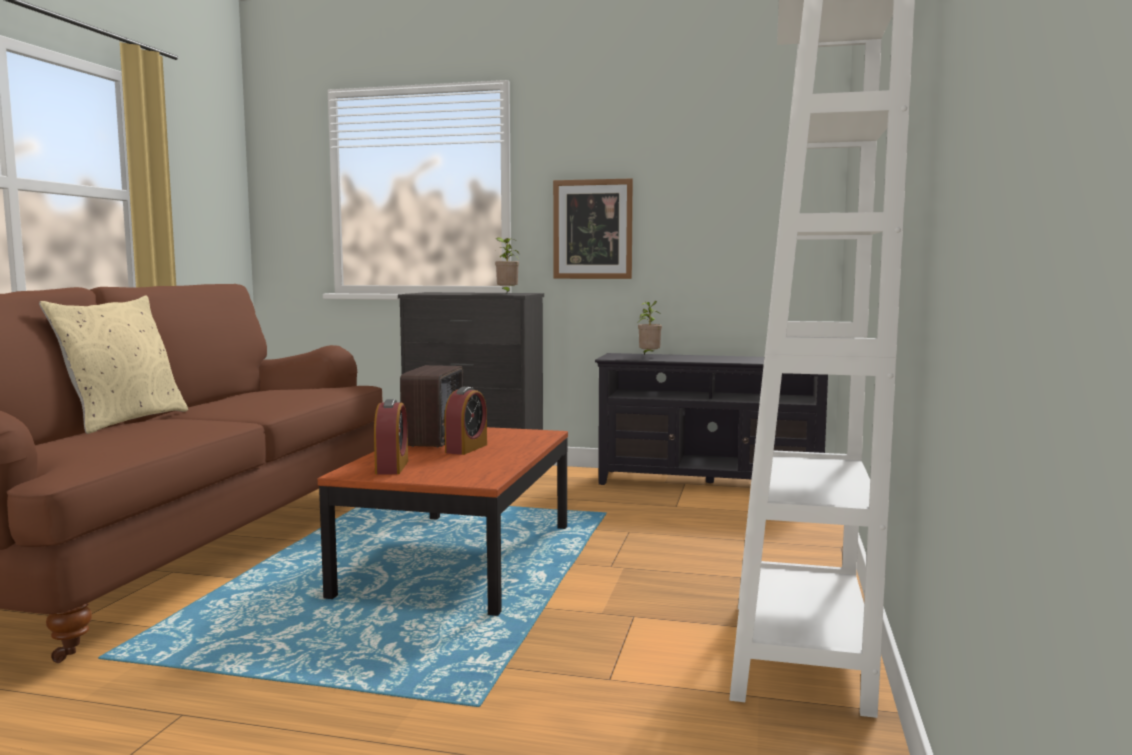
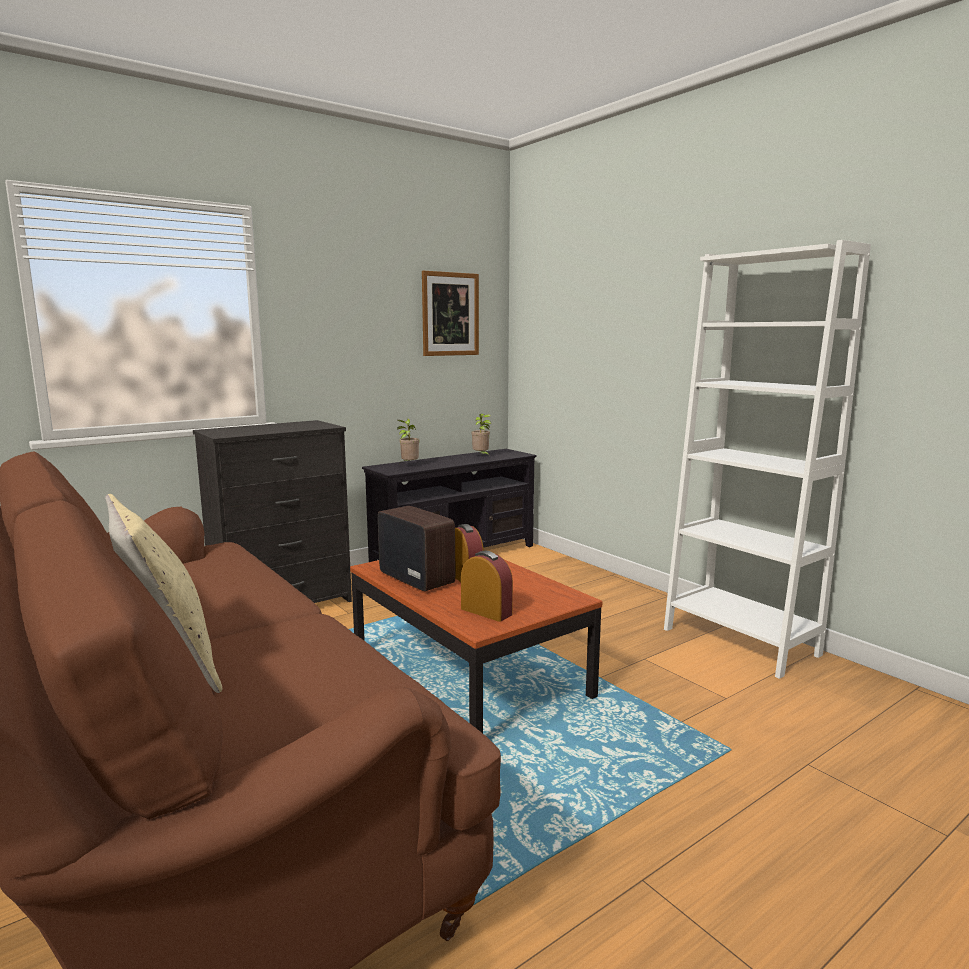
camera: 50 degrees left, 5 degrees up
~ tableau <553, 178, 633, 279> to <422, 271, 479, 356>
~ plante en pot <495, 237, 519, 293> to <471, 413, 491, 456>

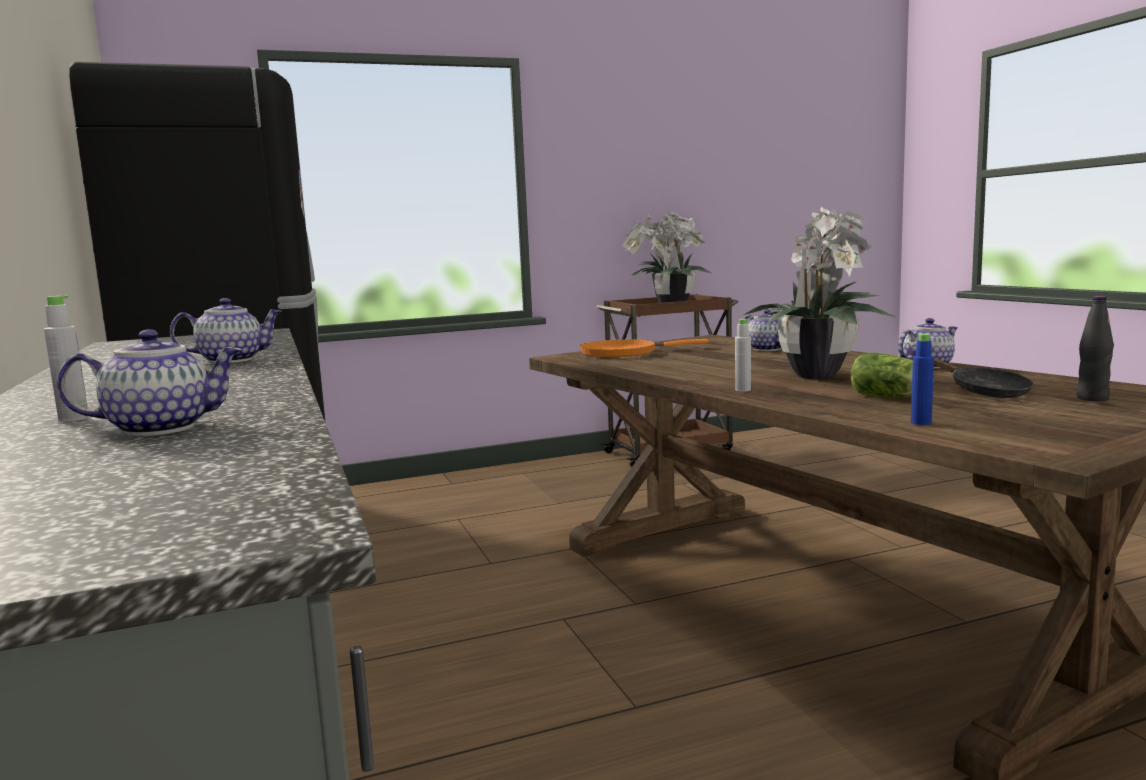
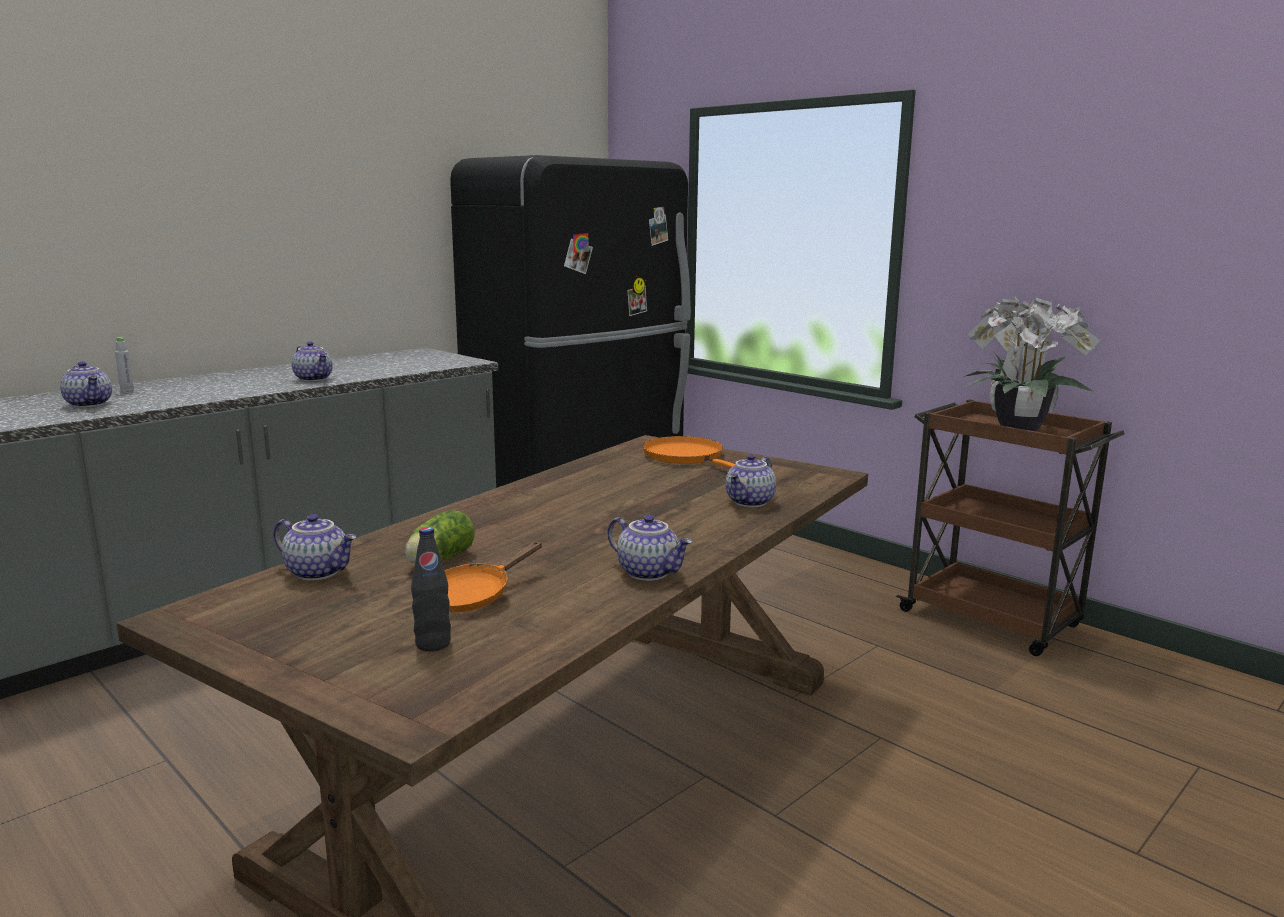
camera: 65 degrees right, 5 degrees up
- plante en pot <744, 206, 895, 379>
- bouteille (gris) <735, 319, 751, 392>
~ bouteille (bleu) <911, 333, 934, 425> to théière <274, 514, 356, 580>
~ poêle (noir) <934, 357, 1034, 398> to poêle (orange) <445, 541, 542, 612>

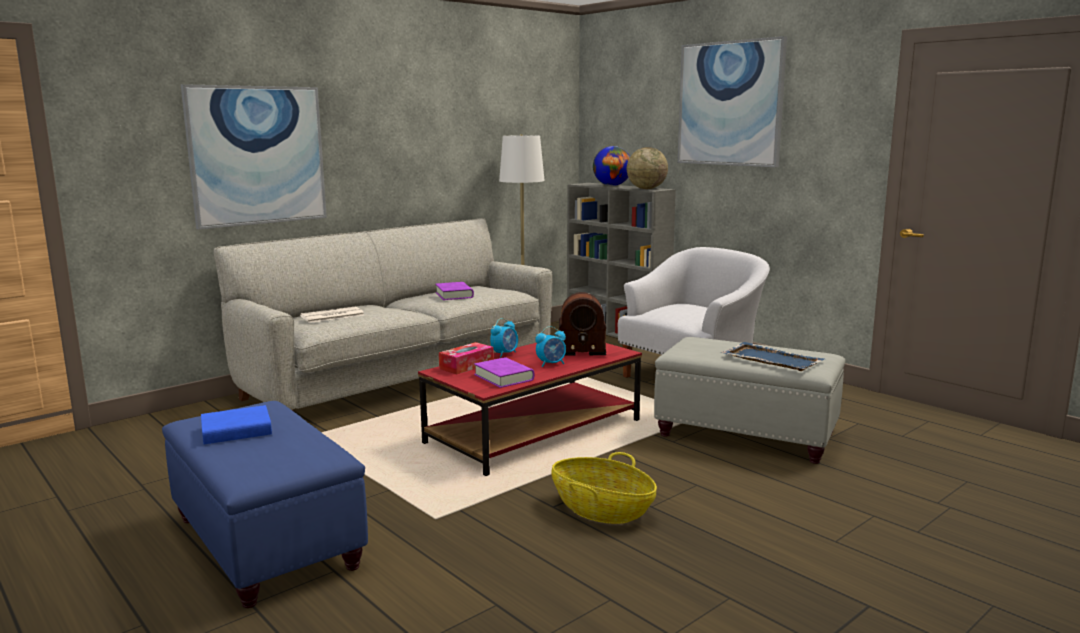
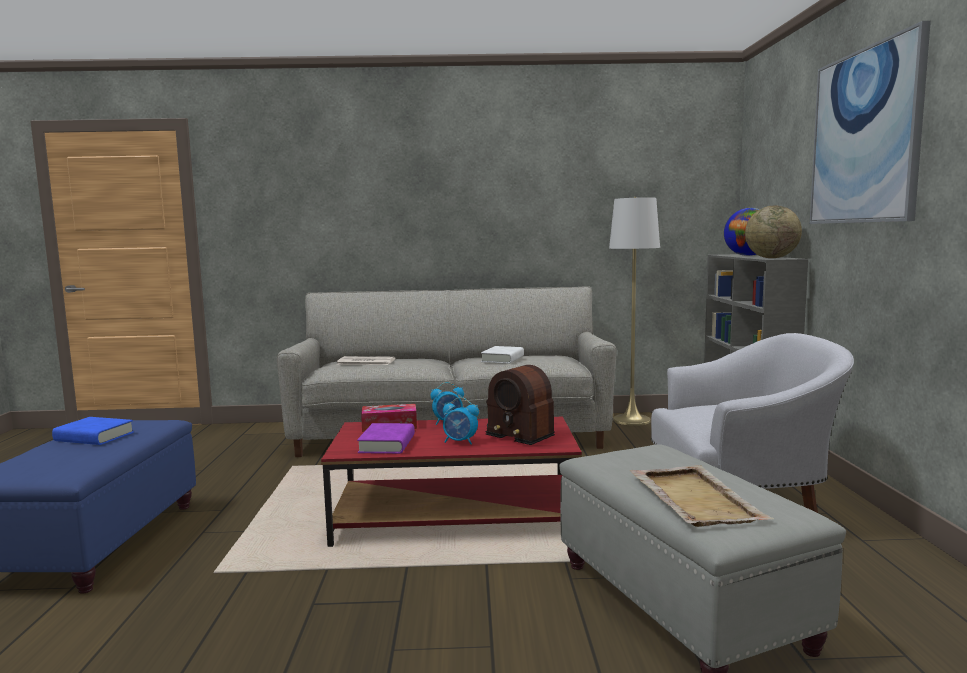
camera: 40 degrees right, 5 degrees down
- tableau <181, 84, 327, 230>
~ livre (violet) <435, 282, 474, 300> to livre (blanc) <481, 346, 524, 364>
~ plateau (bleu) <721, 342, 825, 371> to plateau (beige) <630, 465, 774, 527>
- panier <551, 452, 657, 524>

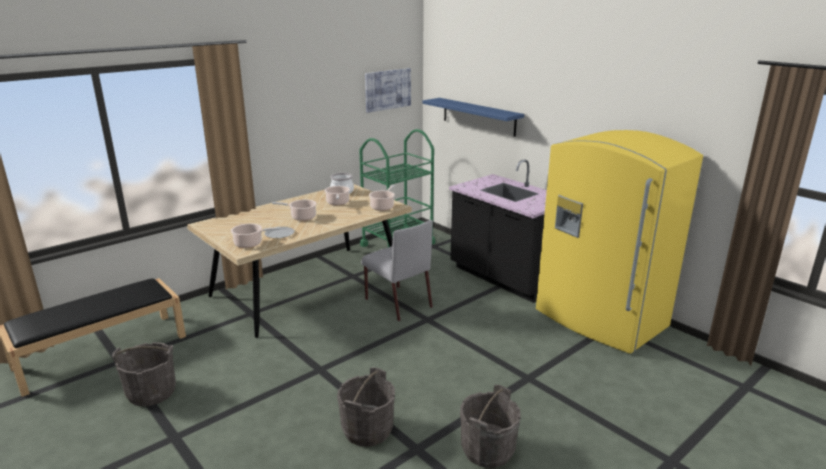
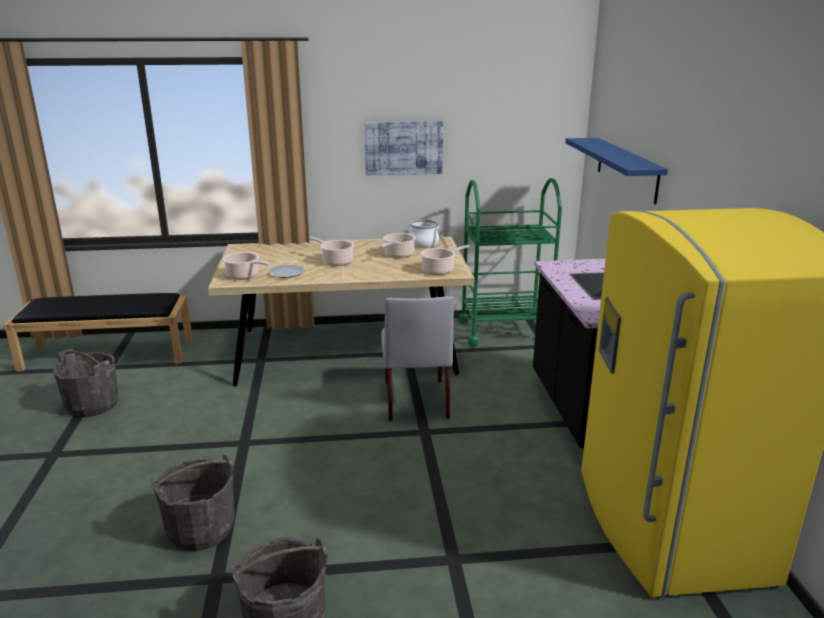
camera: 35 degrees right, 0 degrees up
~ tableau <365, 68, 411, 113> to <364, 121, 443, 175>

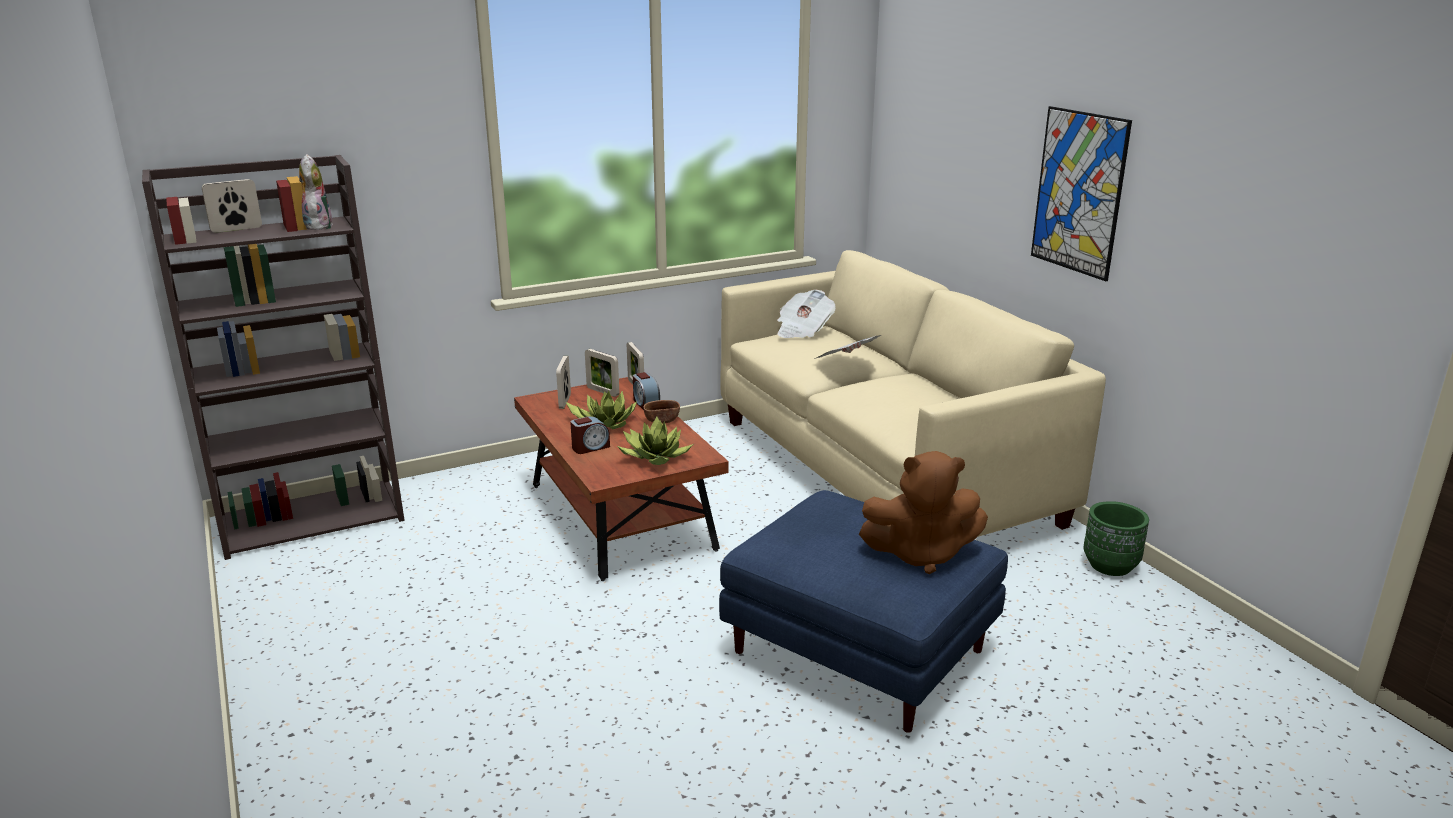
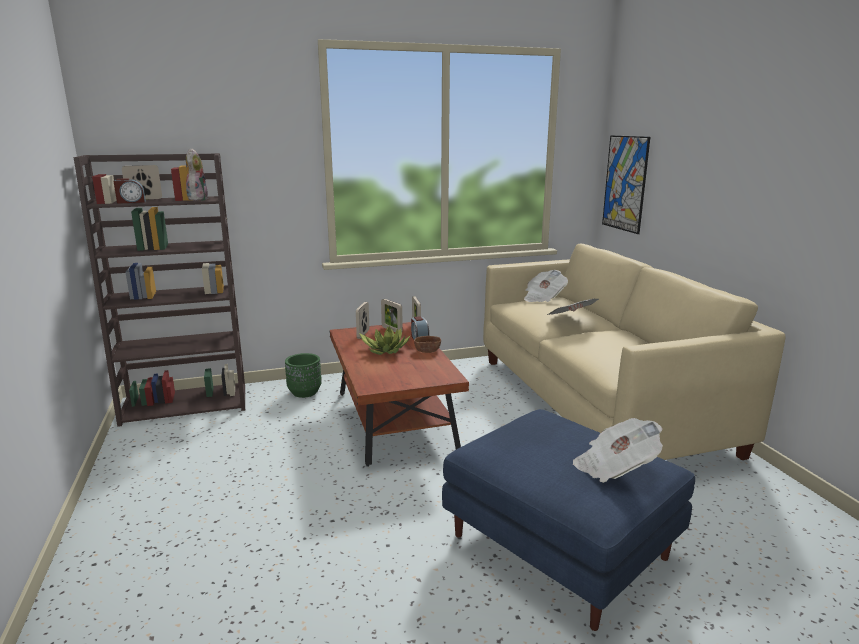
camera: 10 degrees right, 5 degrees down
~ tableau <1031, 106, 1132, 281> to <602, 135, 650, 234>
~ réveil <570, 416, 610, 454> to <113, 178, 146, 204>
- plante en pot <617, 417, 693, 465>
~ peluche (marron) <859, 451, 988, 574> to journal <573, 418, 663, 483>
~ cache-pot (vert) <1084, 501, 1149, 576> to <285, 353, 322, 398>

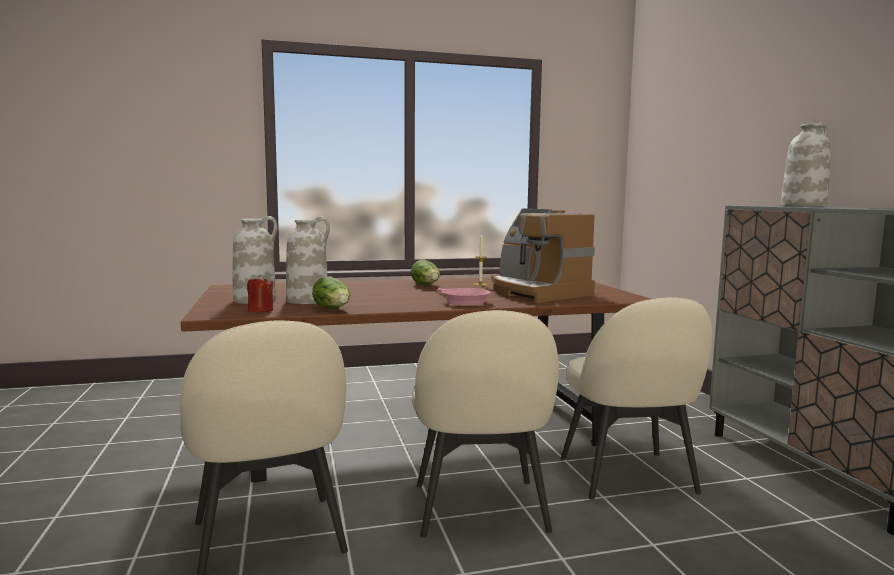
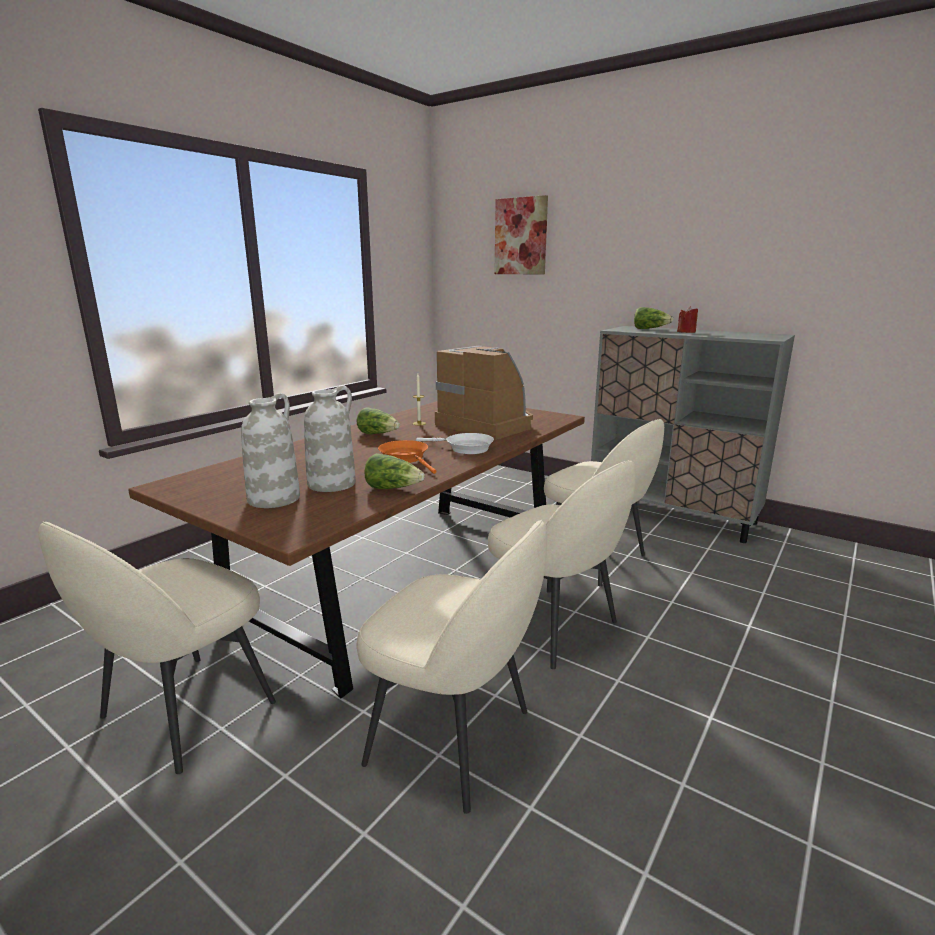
camera: 40 degrees left, 10 degrees up
~ vase (blanc) <781, 122, 831, 207> to laitue <634, 307, 674, 329>
~ machine à café <491, 208, 595, 303> = <435, 346, 533, 440> 150 degrees counterclockwise
~ bougie (rouge) <247, 275, 273, 312> to <677, 306, 698, 333>
~ poêle (rose) <438, 288, 491, 305> to poêle (blanc) <416, 433, 494, 454>
+ tableau <494, 195, 548, 274>
+ poêle (orange) <378, 440, 436, 474>
+ chaise (beige) <38, 521, 276, 774>

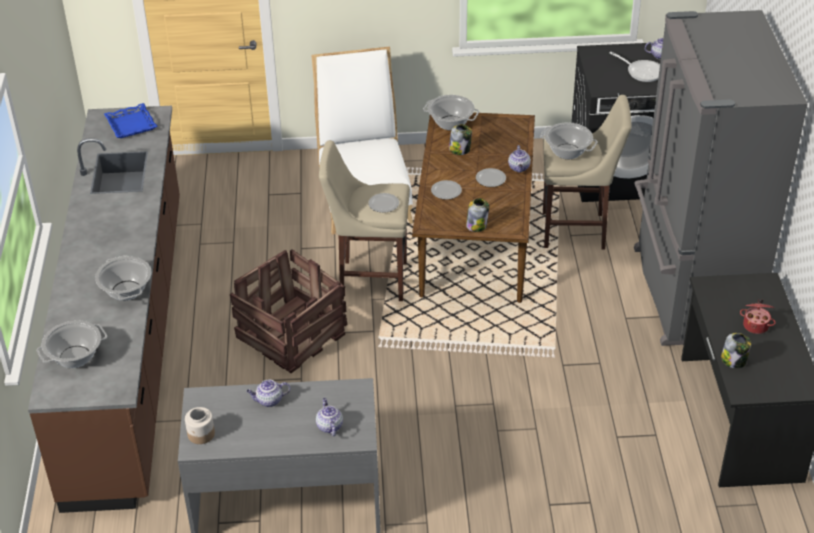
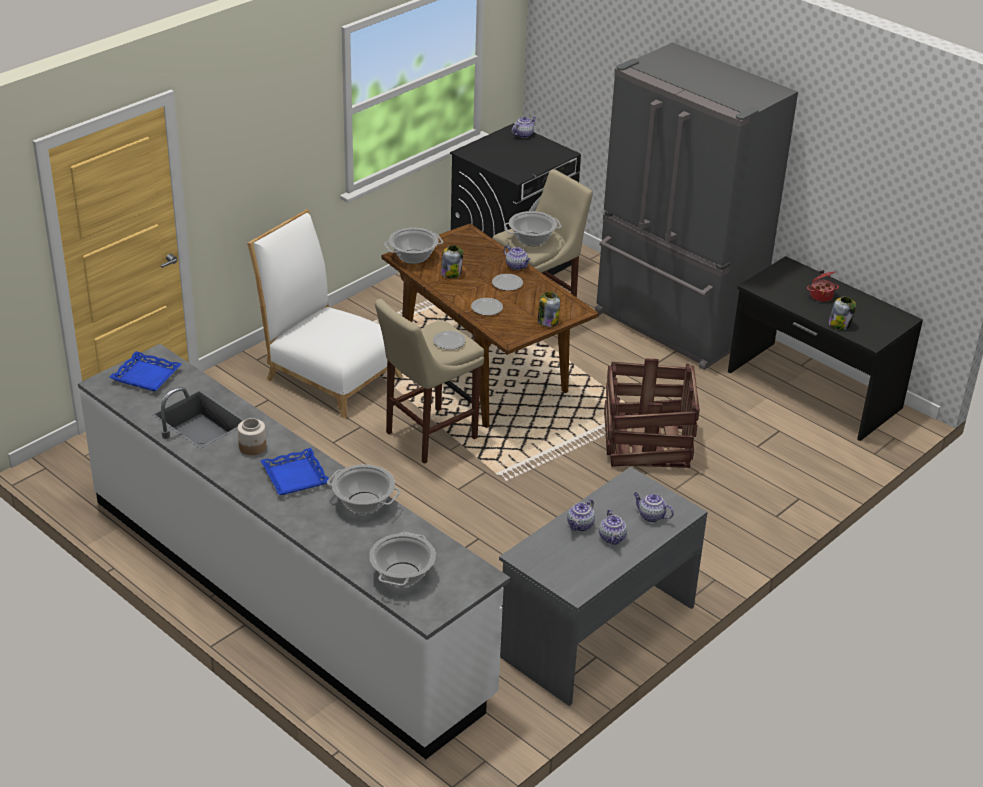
camera: 45 degrees left, 5 degrees down
- poêle <610, 52, 660, 82>
~ comptoir de cuisine (marron) <28, 106, 180, 513> to comptoir de cuisine (blanc) <78, 344, 510, 759>
~ caisse <230, 249, 347, 373> to <604, 358, 700, 468>
~ bocal <185, 407, 215, 444> to <237, 418, 266, 455>
+ plateau (bleu) <260, 448, 329, 495>
+ théière <599, 509, 627, 545>

